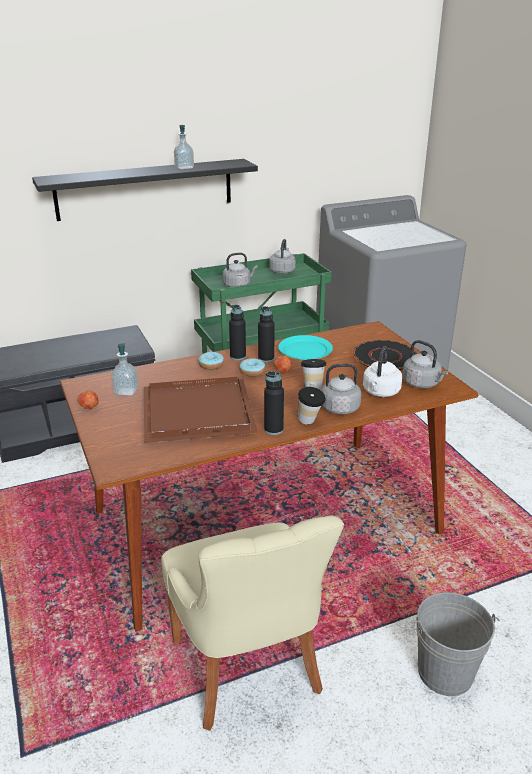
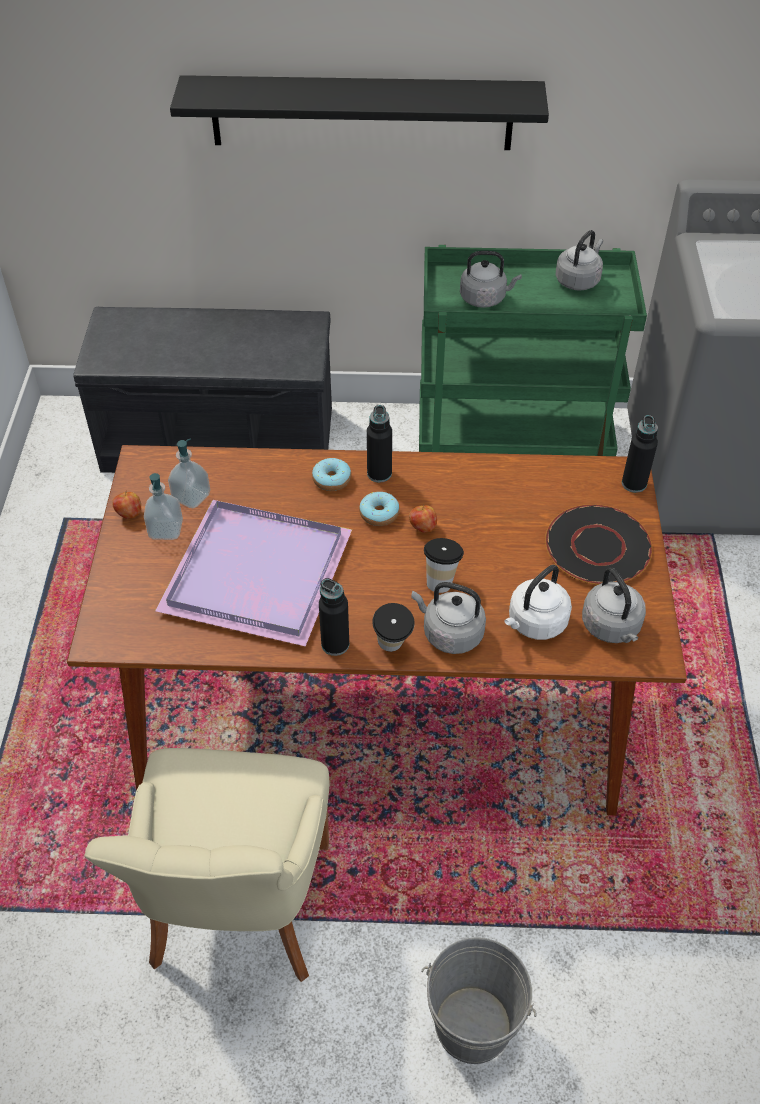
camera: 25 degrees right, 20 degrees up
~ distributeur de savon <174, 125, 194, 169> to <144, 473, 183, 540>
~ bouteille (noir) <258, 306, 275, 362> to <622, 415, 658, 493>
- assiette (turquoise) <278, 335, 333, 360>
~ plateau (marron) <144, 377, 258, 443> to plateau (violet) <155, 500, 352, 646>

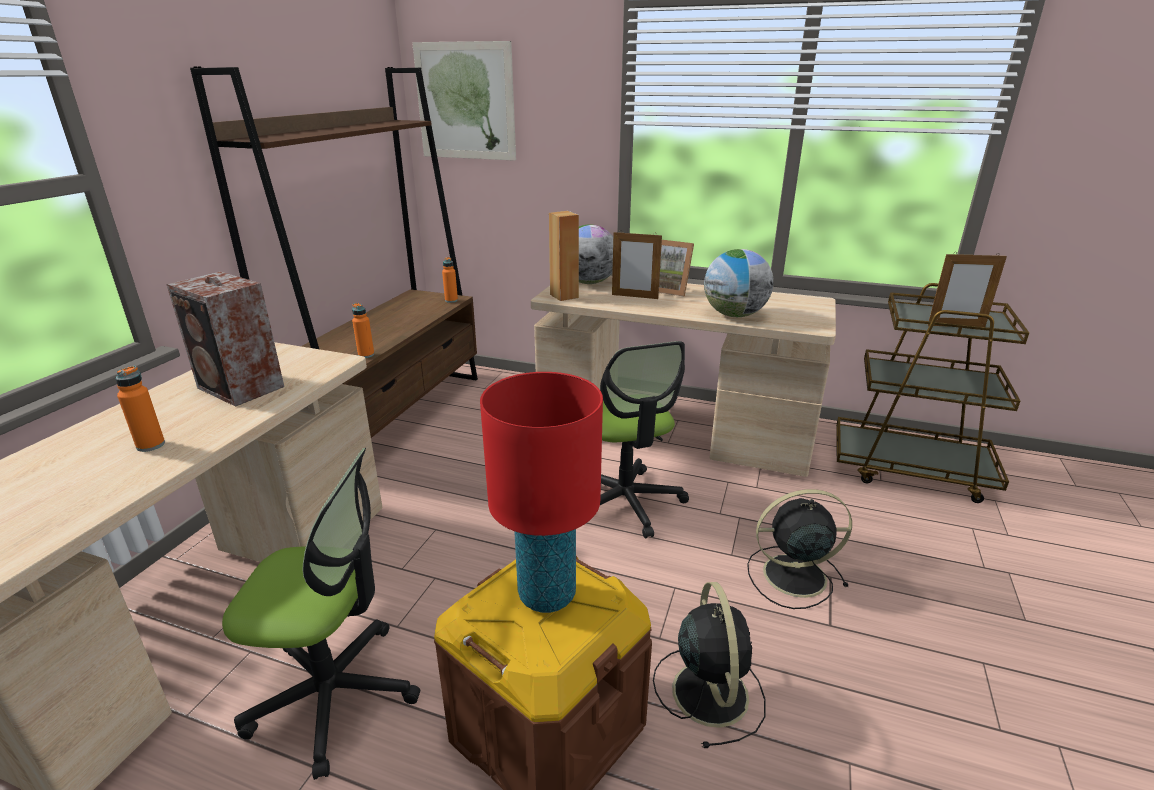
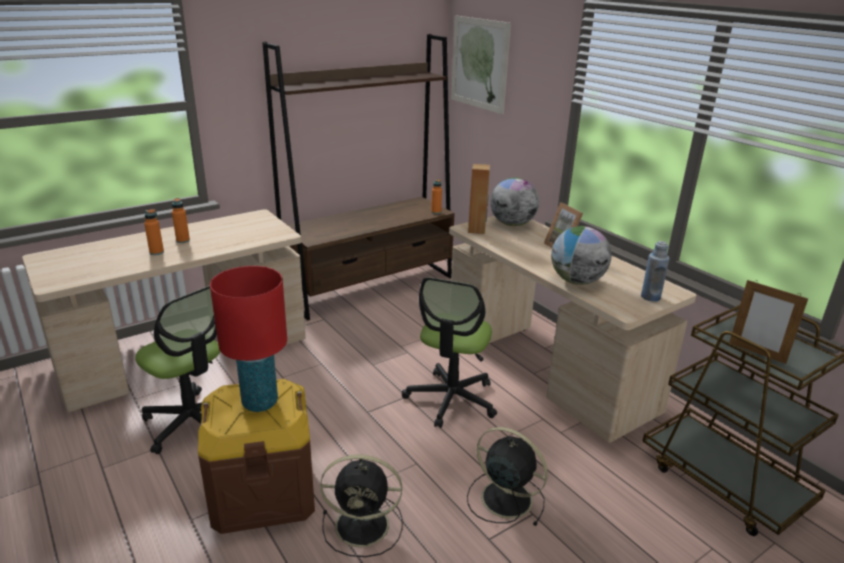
camera: 35 degrees right, 0 degrees up
- cadre photo <612, 230, 662, 299>
- enceinte <166, 272, 284, 407>
~ bouteille (orange) <352, 303, 374, 358> to <172, 198, 190, 243>
~ ventilateur (noir) <653, 582, 766, 748> = <320, 454, 403, 557> 60 degrees clockwise
+ bouteille (bleu) <641, 241, 670, 302>

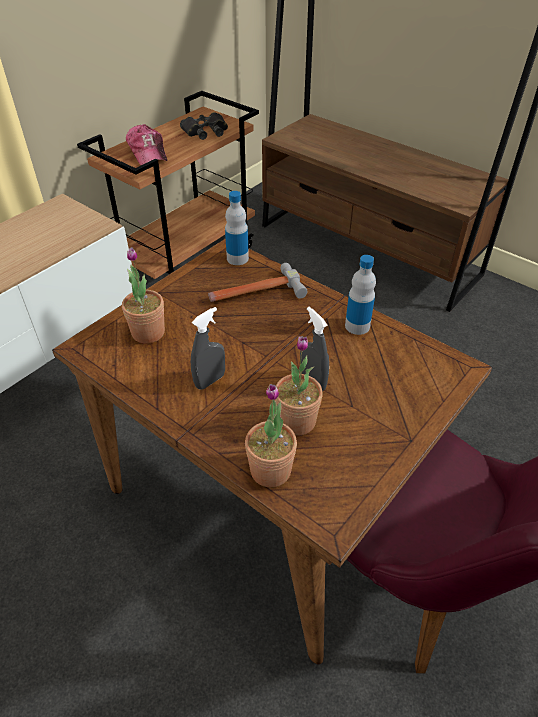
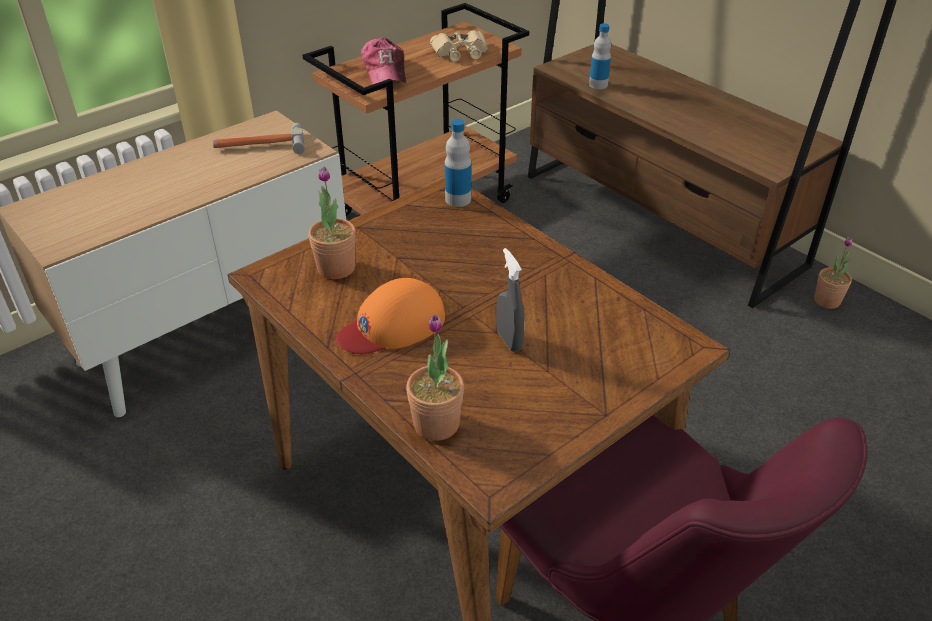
camera: 10 degrees right, 5 degrees down
~ jumelles (noir) <180, 112, 228, 140> to jumelles (beige) <430, 30, 488, 62>
~ bouteille <345, 255, 376, 335> to <589, 23, 611, 89>
~ marteau <208, 263, 307, 302> to <213, 123, 305, 154>
~ vaporisateur (gris) <191, 307, 225, 389> to casquette (orange) <336, 278, 445, 354>
~ plante en pot <275, 336, 323, 436> to <814, 237, 853, 309>

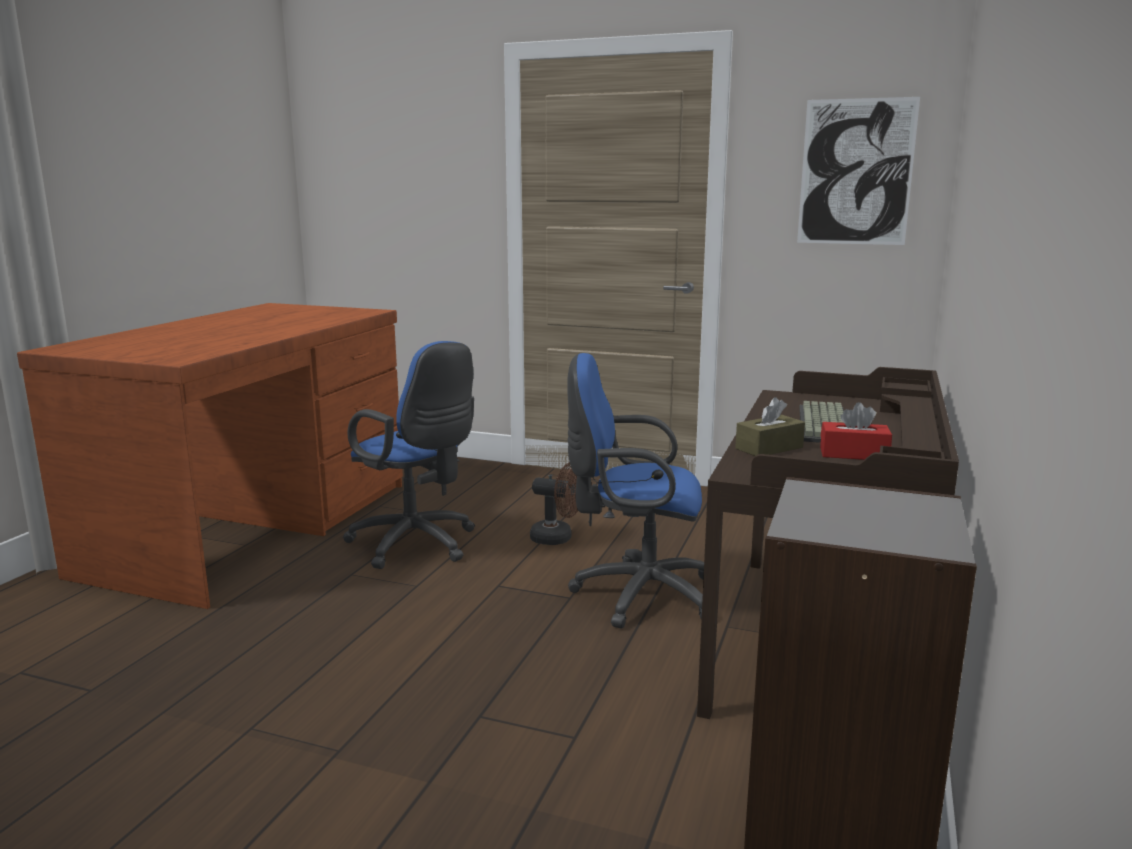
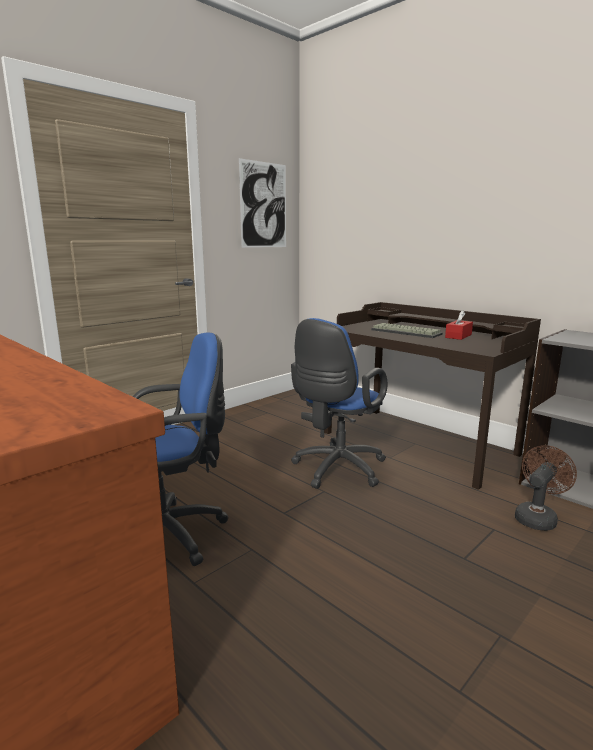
camera: 65 degrees left, 0 degrees up
- boîte à mouchoirs (marron) <735, 397, 805, 456>
~ ventilateur (marron) <530, 462, 578, 545> to <515, 445, 577, 531>

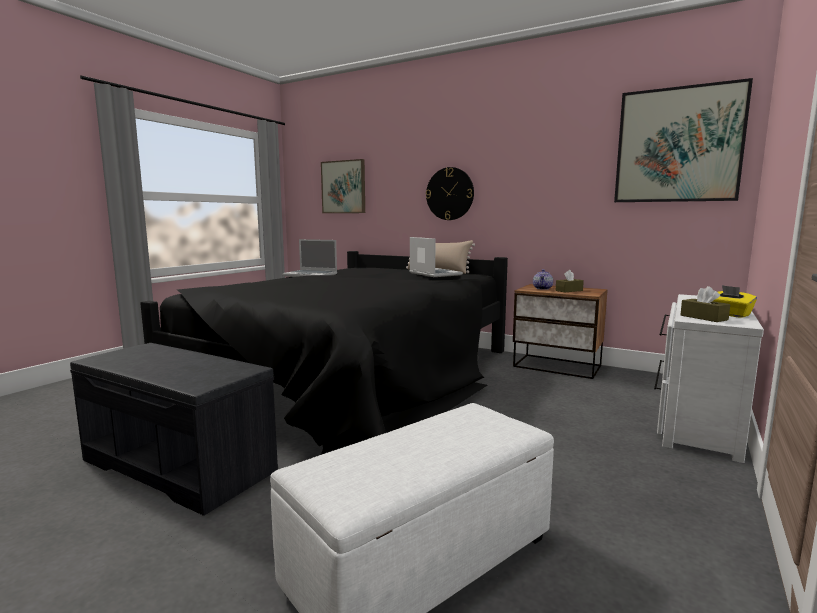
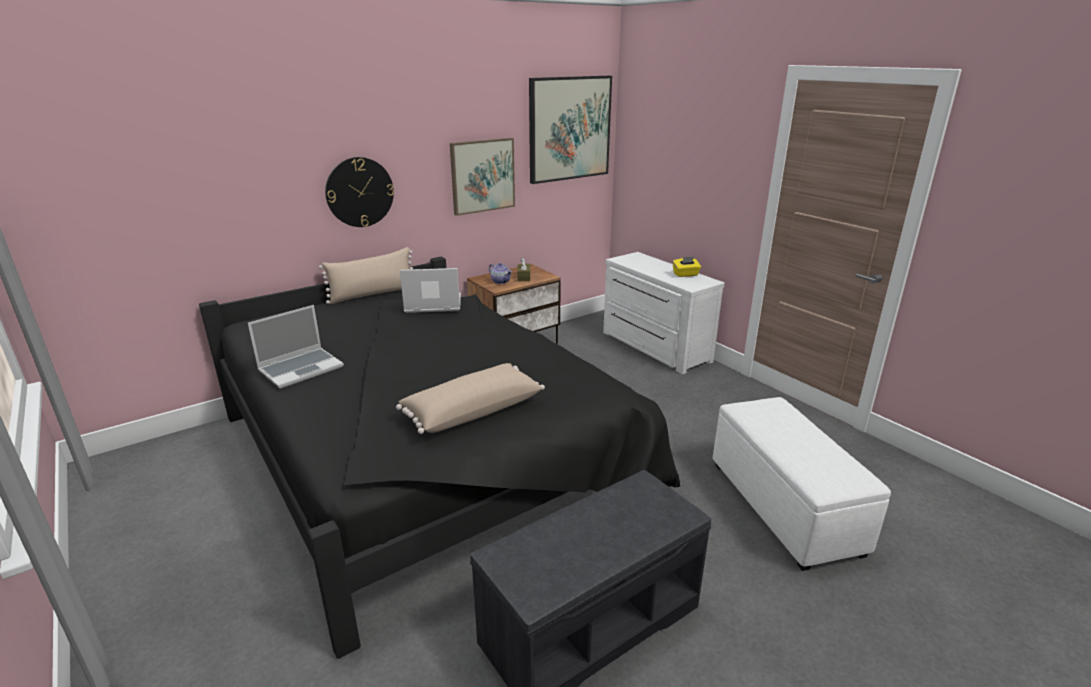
camera: 65 degrees left, 15 degrees up
~ tableau <321, 159, 365, 213> to <450, 138, 515, 216>
- boîte à mouchoirs (marron) <680, 286, 730, 322>
+ coussin (beige) <396, 363, 545, 434>

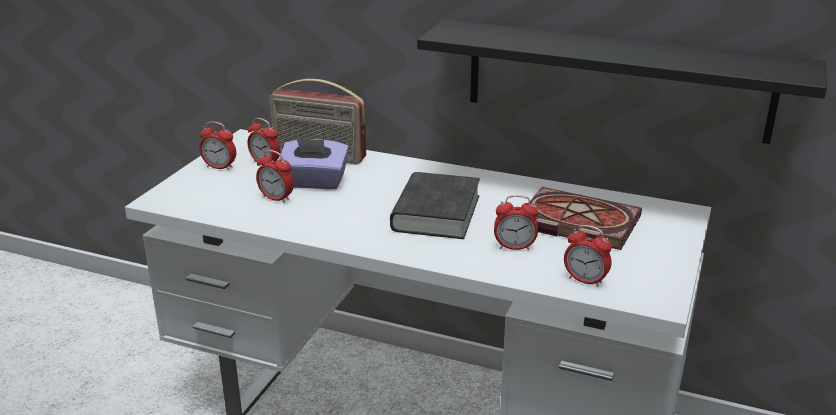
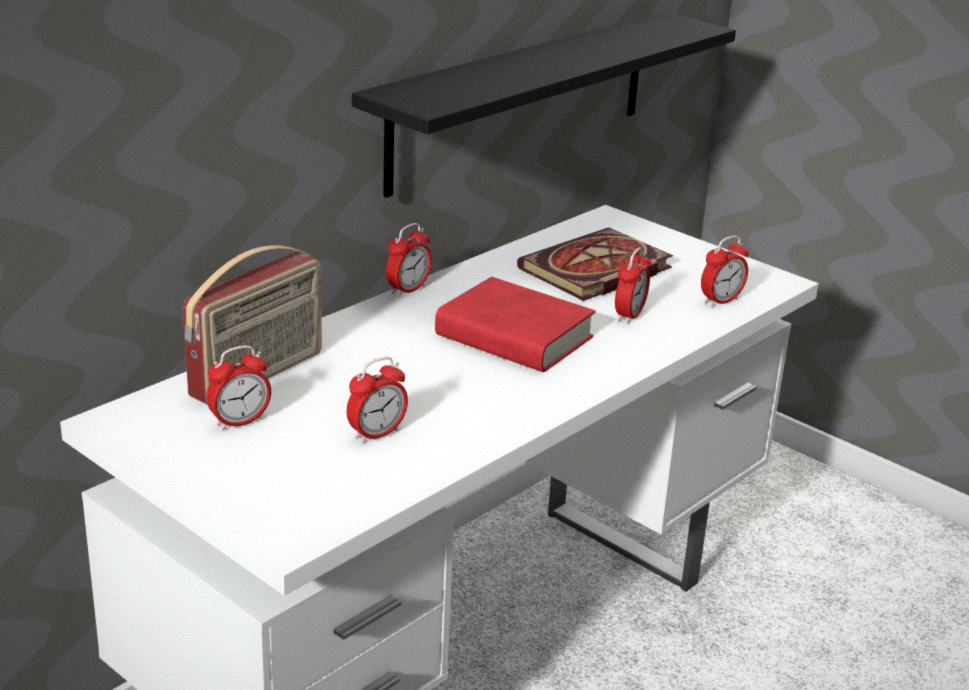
camera: 70 degrees left, 0 degrees up
~ réveil <199, 121, 236, 171> to <386, 223, 432, 297>
- boîte à mouchoirs (violet) <279, 138, 349, 189>
~ livre (noir) <390, 172, 480, 239> to livre (rouge) <435, 277, 595, 372>

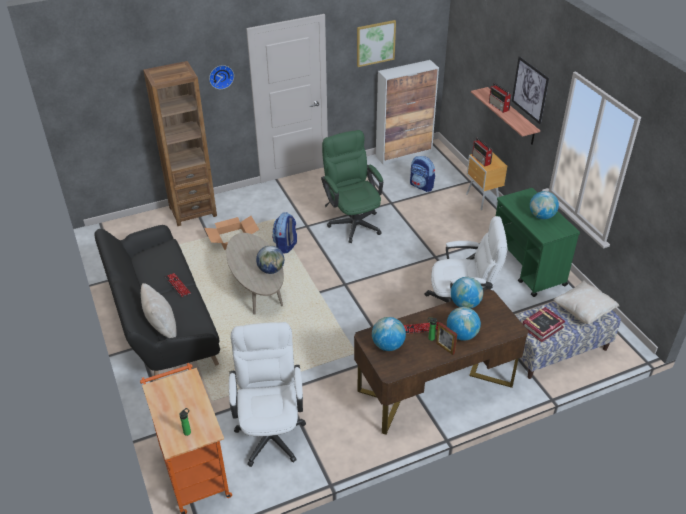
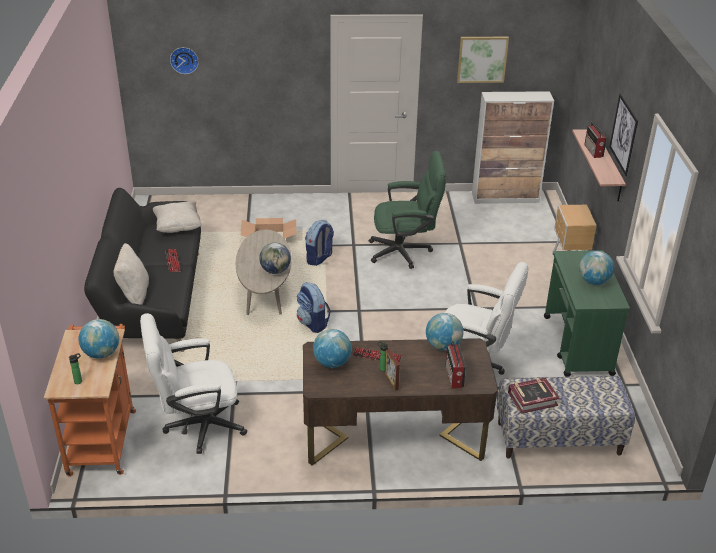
camera: 20 degrees right, 5 degrees down
- bibliothèque (marron) <143, 61, 217, 226>
~ horloge murale <209, 65, 234, 89> to <170, 47, 199, 74>
~ chaise de bureau (vert) <321, 130, 383, 243> = <369, 151, 446, 269> 90 degrees clockwise
~ radio <472, 138, 493, 166> to <445, 341, 466, 389>
~ sac à dos <410, 156, 435, 192> to <297, 282, 331, 333>
~ coussin (beige) <554, 280, 619, 324> to <153, 201, 202, 233>
~ globe <447, 307, 481, 341> to <78, 319, 119, 358>
~ chaise de bureau (blanc) <229, 322, 306, 467> = <140, 313, 247, 454> 120 degrees counterclockwise

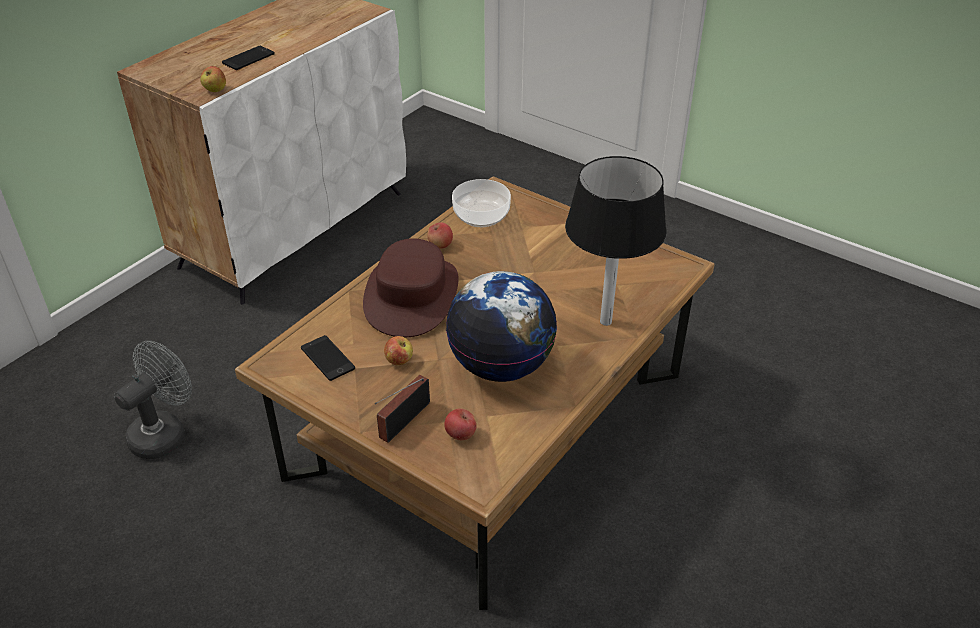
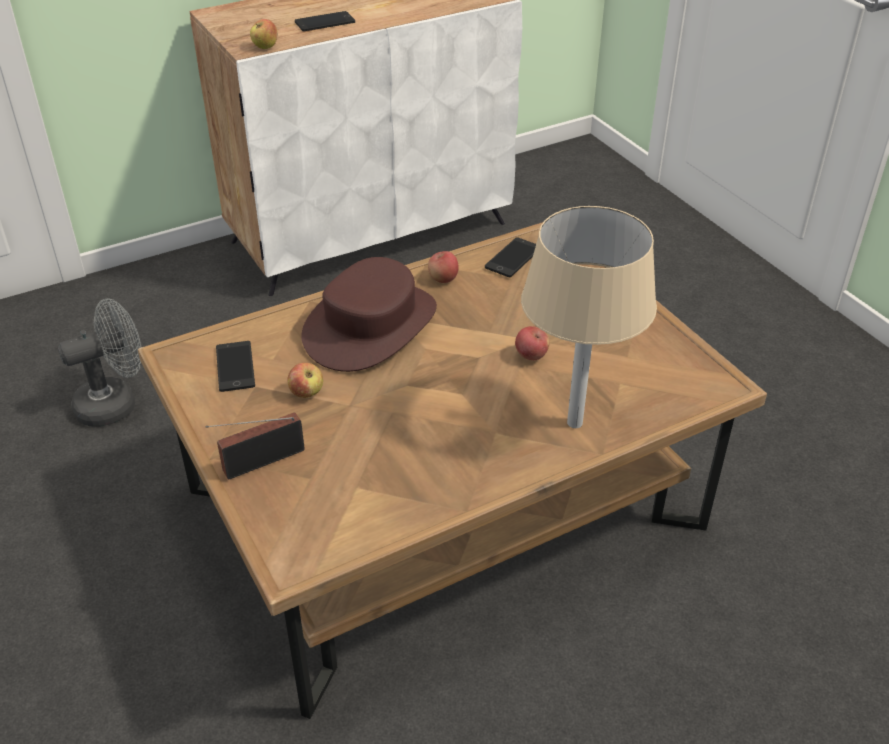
camera: 25 degrees right, 0 degrees up
~ lampe de table (noir) <565, 156, 667, 326> to lampe de table (beige) <521, 206, 657, 428>
~ bol <452, 179, 511, 227> to téléphone <485, 237, 536, 277>
- globe <446, 271, 557, 382>
~ pomme <444, 409, 477, 440> to <515, 326, 549, 360>

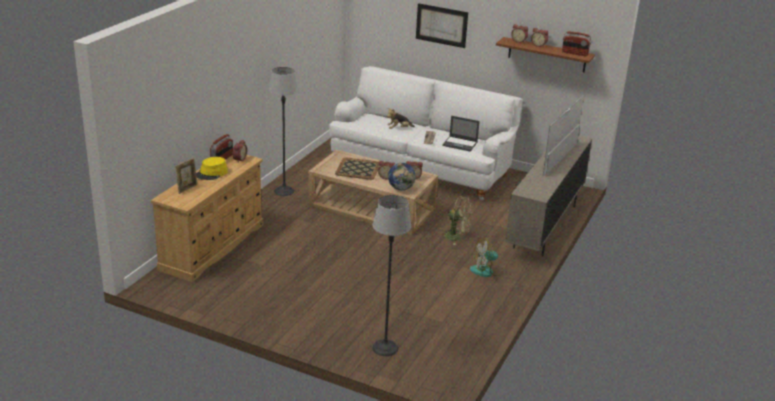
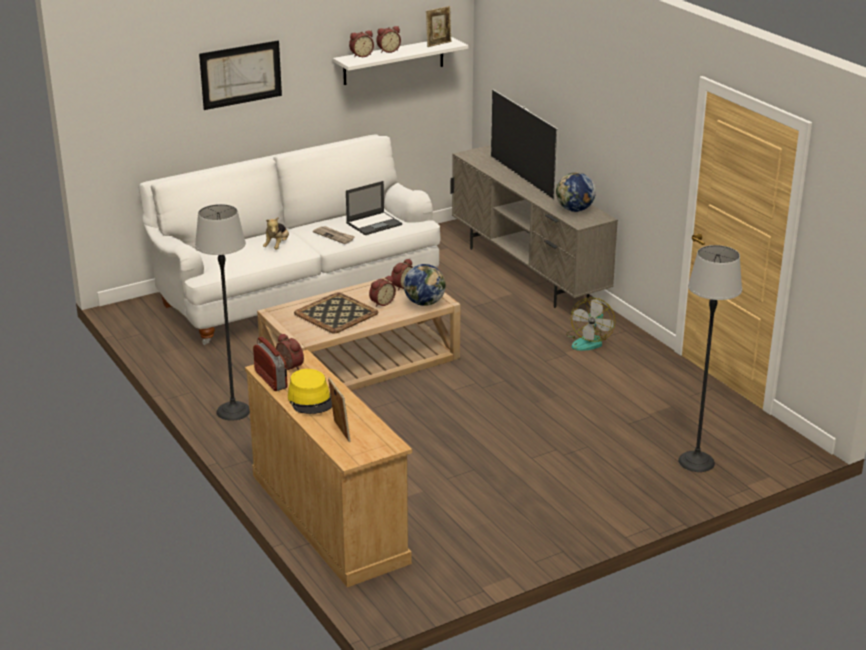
camera: 55 degrees left, 0 degrees up
~ radio <562, 32, 591, 56> to cadre photo <426, 6, 451, 47>
~ étagère (marron) <496, 37, 595, 72> to étagère (blanc) <333, 37, 468, 85>
- ventilateur (vert) <444, 196, 472, 245>
+ globe <556, 172, 596, 212>

